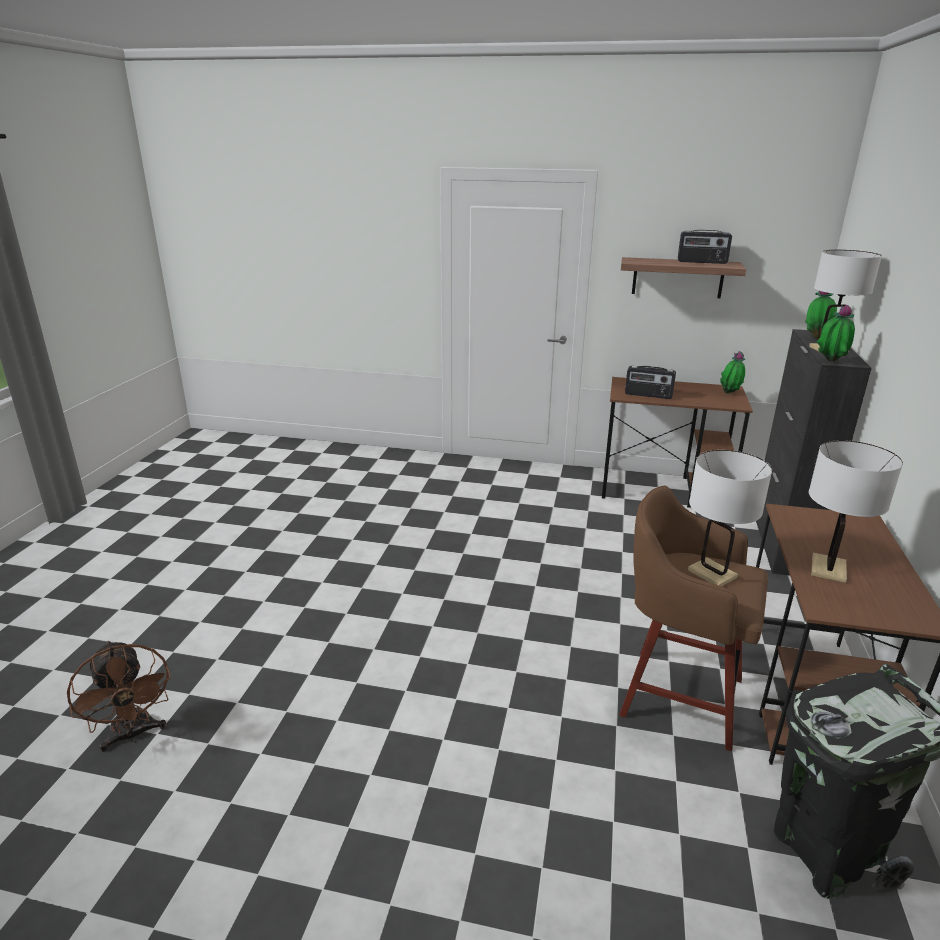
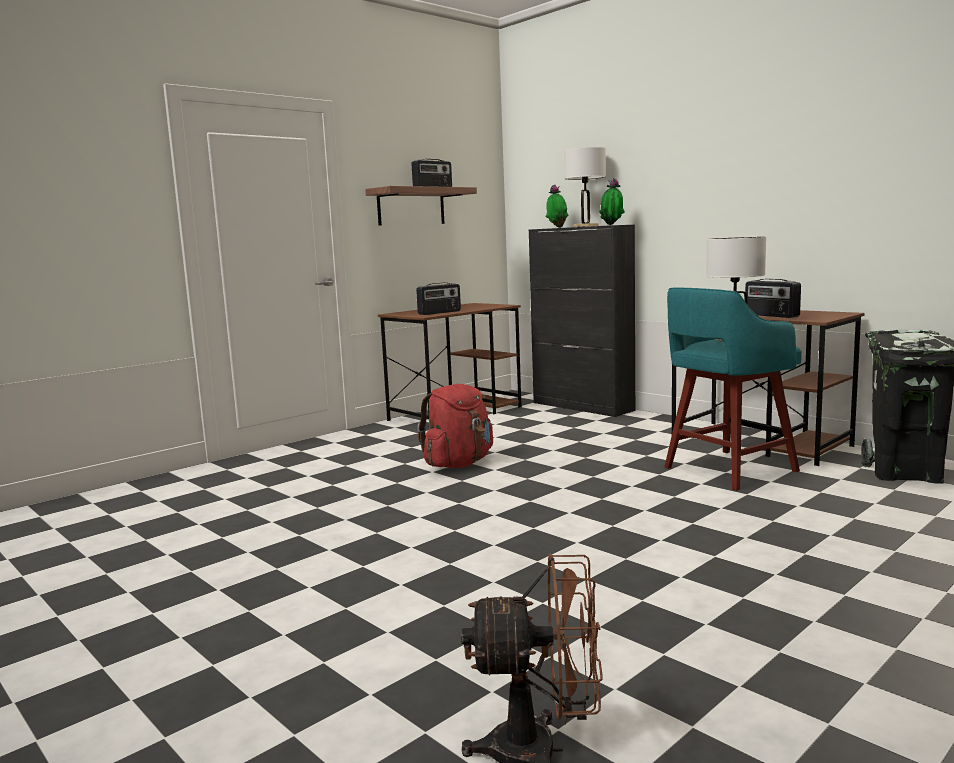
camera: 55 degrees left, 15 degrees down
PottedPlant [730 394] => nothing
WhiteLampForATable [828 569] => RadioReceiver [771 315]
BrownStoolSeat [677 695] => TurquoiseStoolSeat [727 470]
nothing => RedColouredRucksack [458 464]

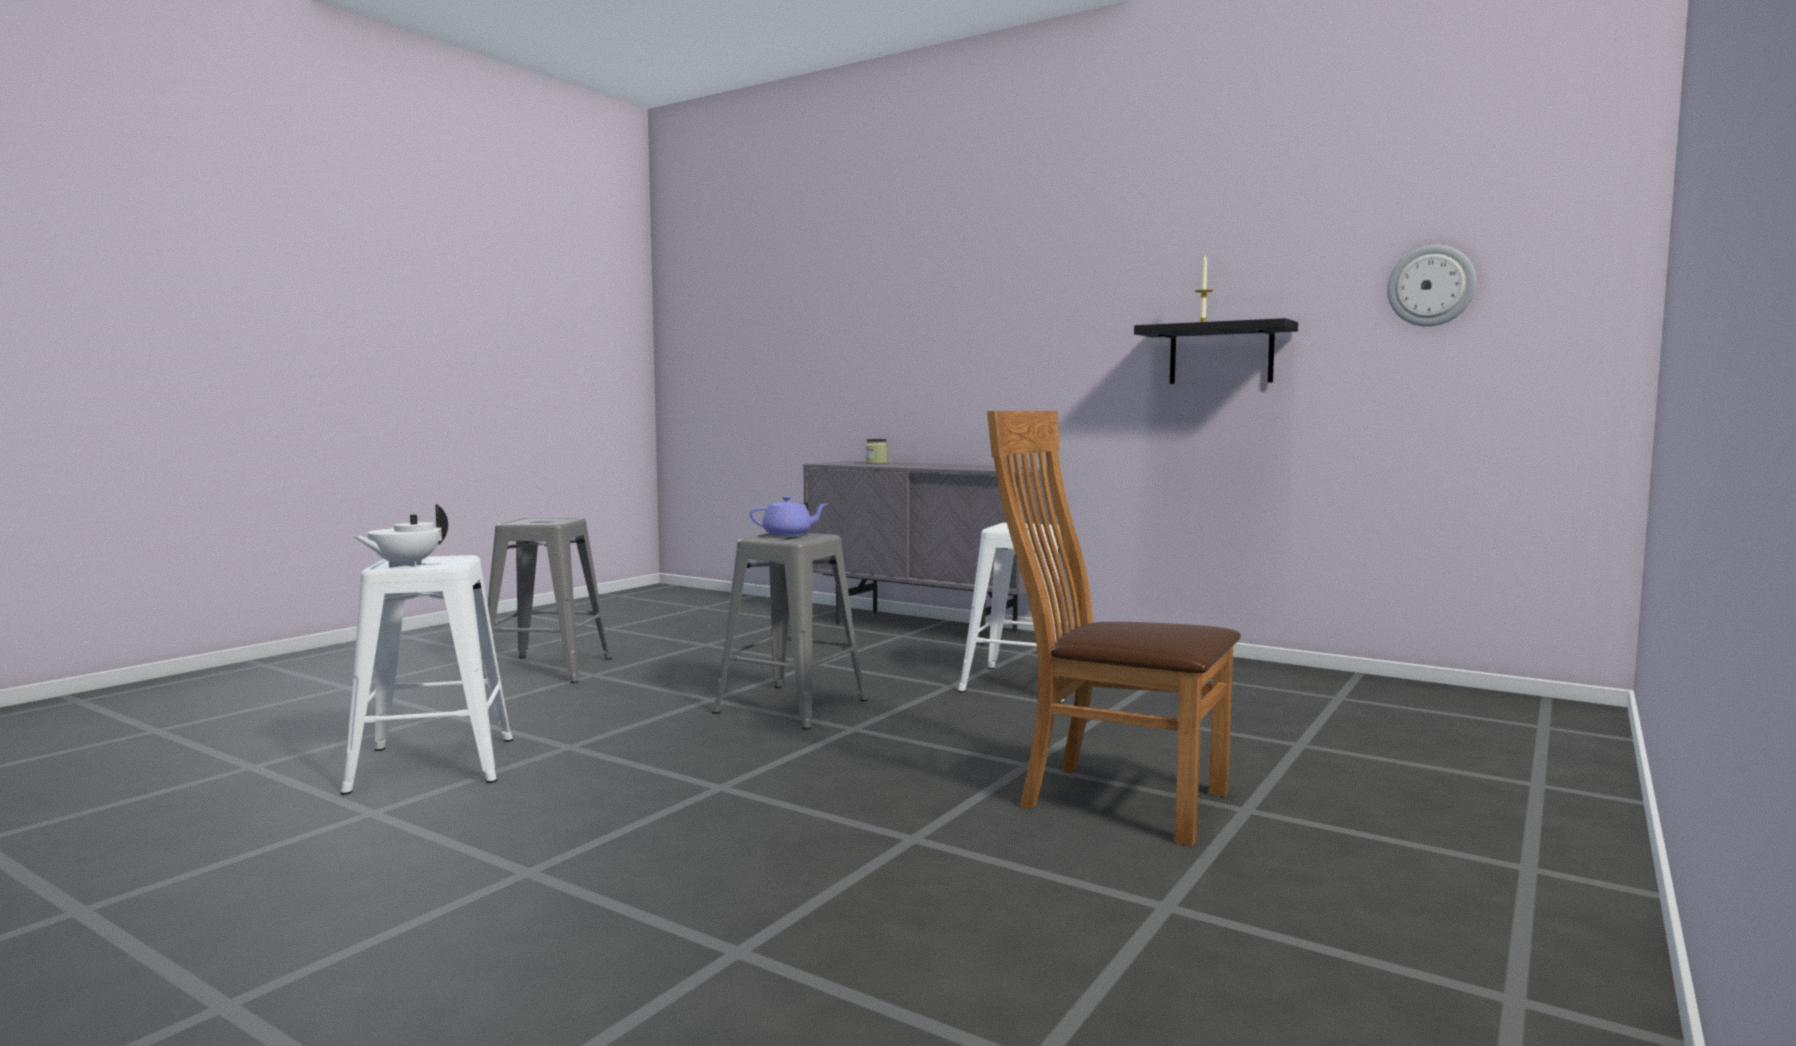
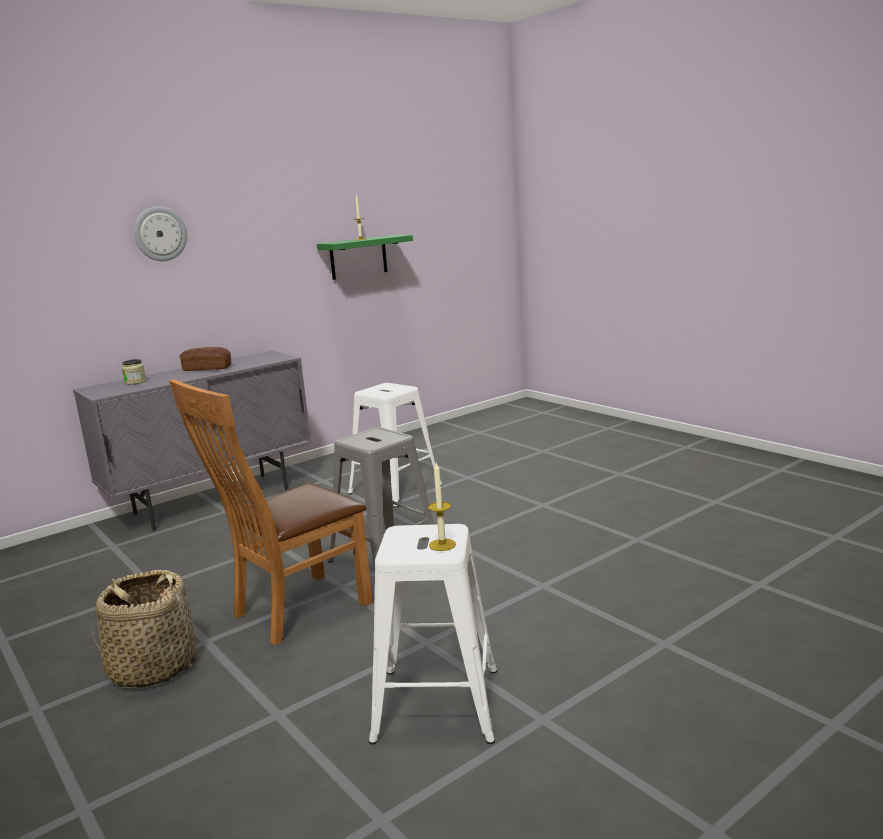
camera: 70 degrees left, 10 degrees up
ClockOnTheWall [1431 286] => ClockOnTheWall [160 234], moved
BlackBracketShelf [1221 354] => GreenishBracketShelf [358 257]
BrownChair [1111 798] => BrownChair [294 611], moved
PurpleTeaPot [788 534] => nothing
WhiteTeaPot [404 565] => WaxCandle [442 545]
GrayStoolSeat [549 668] => HouseholdBasket [152 667]
nothing => Bread [207 368]

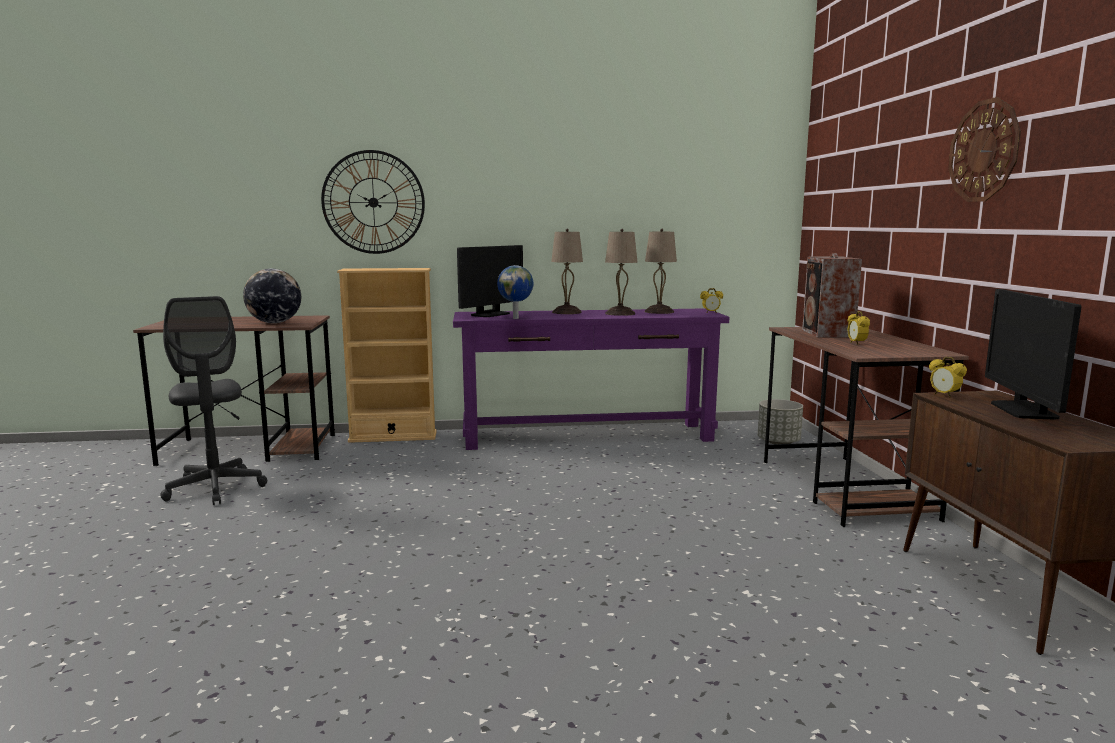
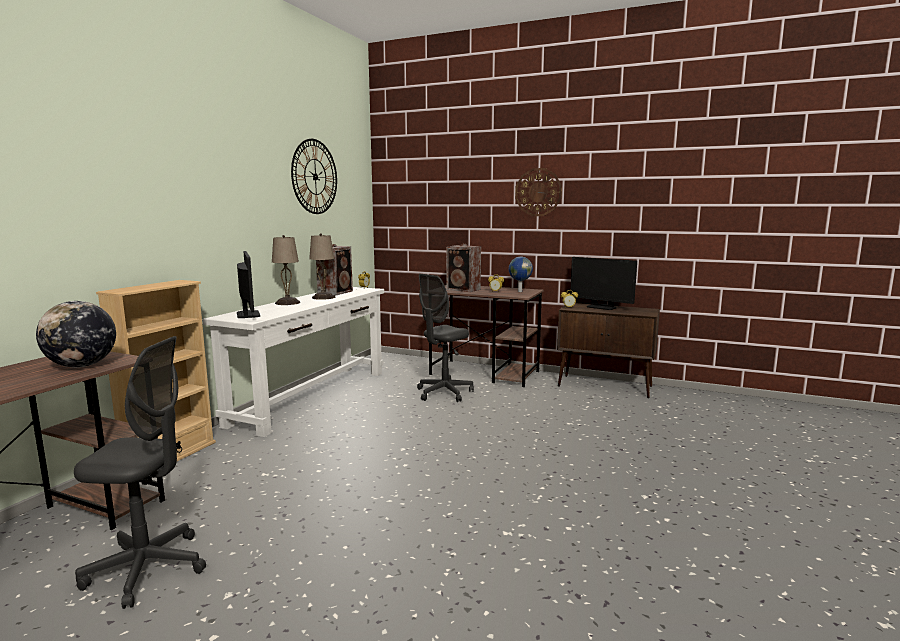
camera: 60 degrees left, 0 degrees up
ClockOnTheWall [373 202] => ClockOnTheWall [315 177], moved
BeigeLampForATable [659 311] => AudioSpeaker [336 292]
DeskGlobe [516 318] => DeskGlobe [519 291], moved
PurpleNarrowTable [587 436] => WhiteNarrowTable [312 397]
GrayPlanter [778 442] => nothing
nothing => GrayOfficeChair [444 393]

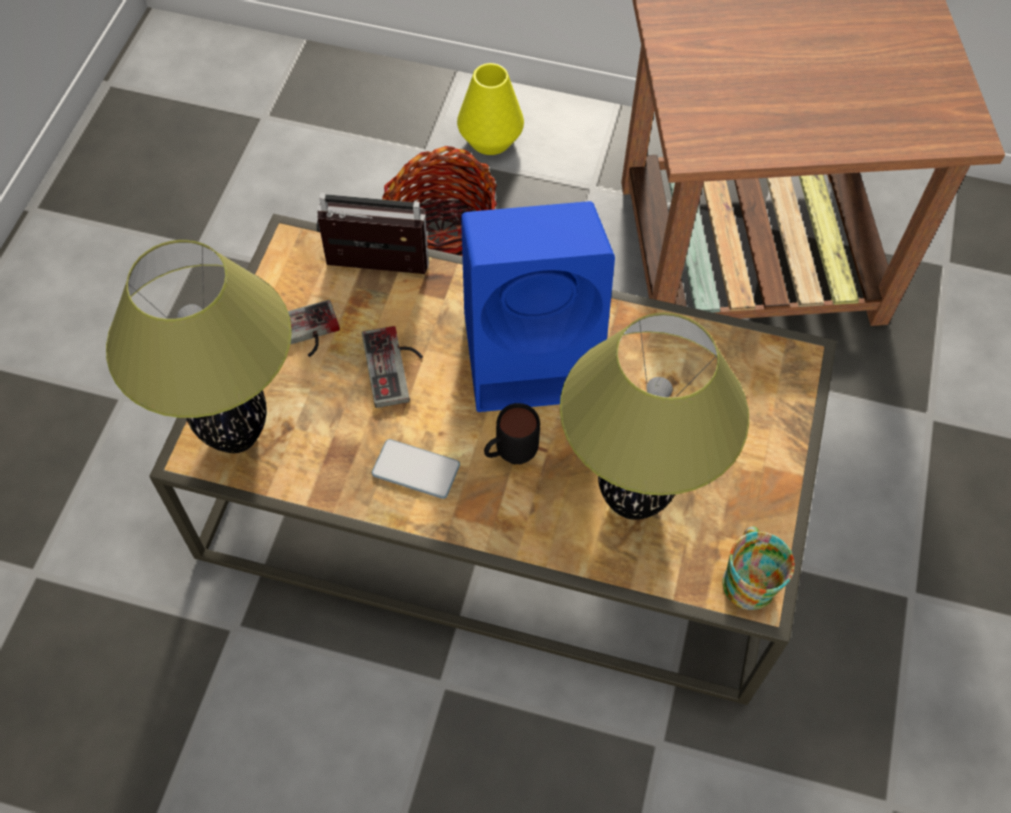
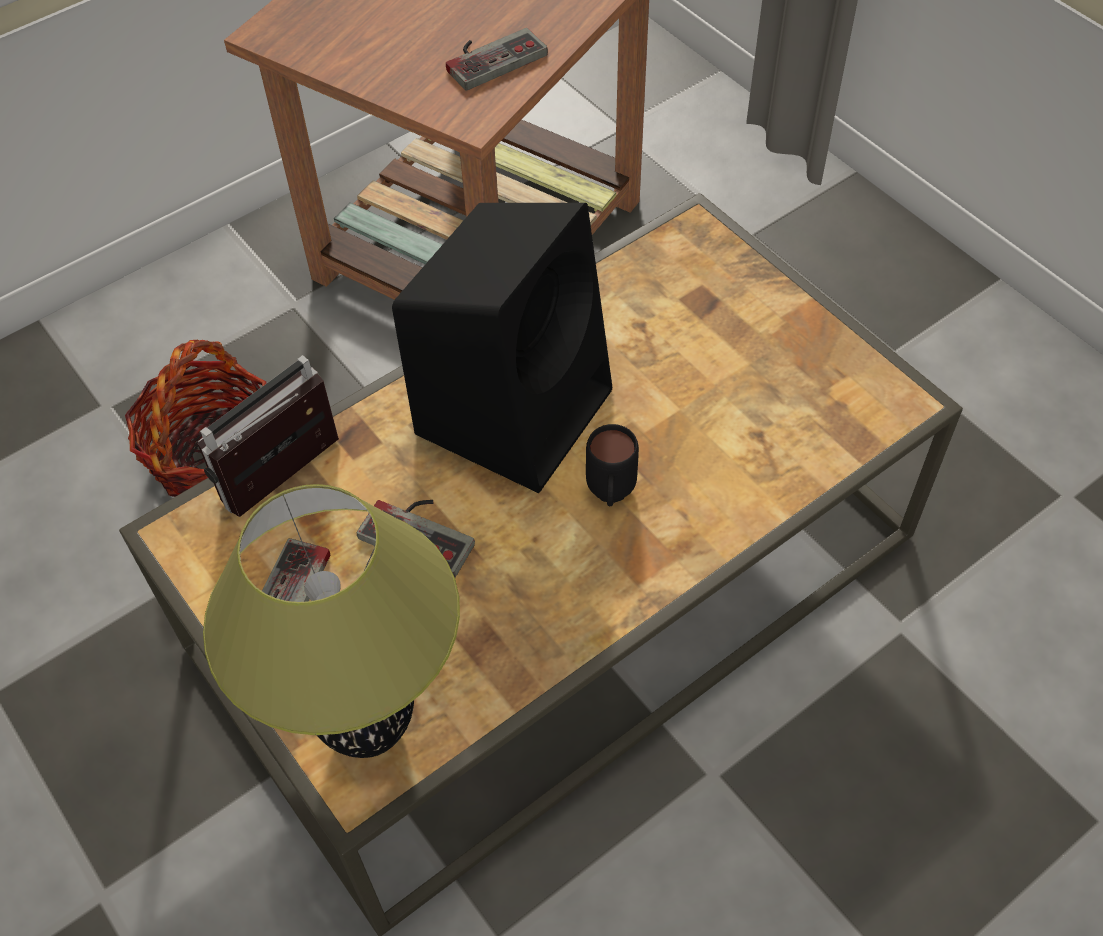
camera: 50 degrees left, 5 degrees down
YellowishDecorativeVase [490 139] => nothing
BluishAudioSpeaker [535 353] => BlackAudioSpeaker [515 407]
LampForATable [631 500] => nothing
Handset [416 470] => nothing
Mug [748 577] => nothing
nothing => GameController [490 56]

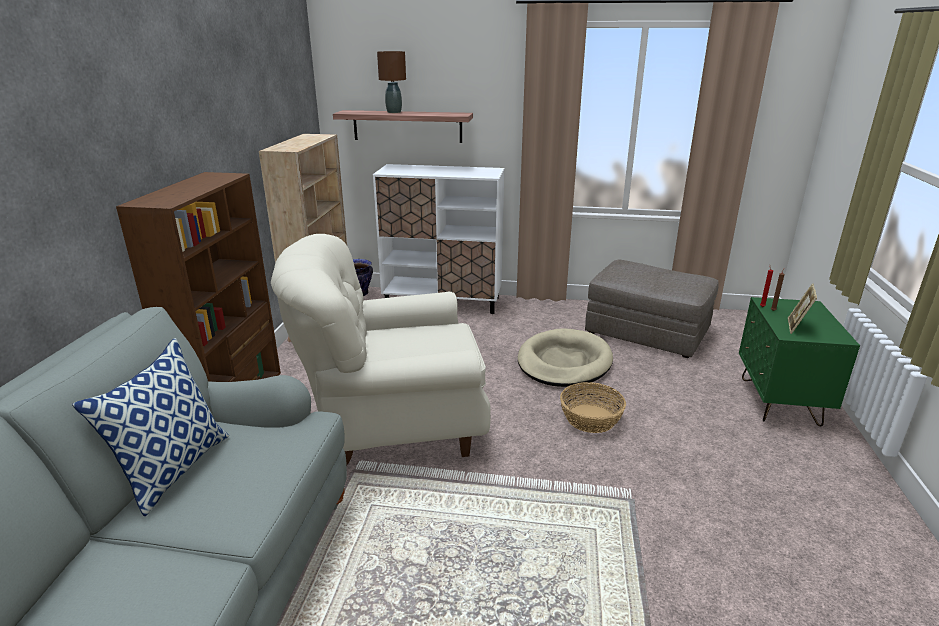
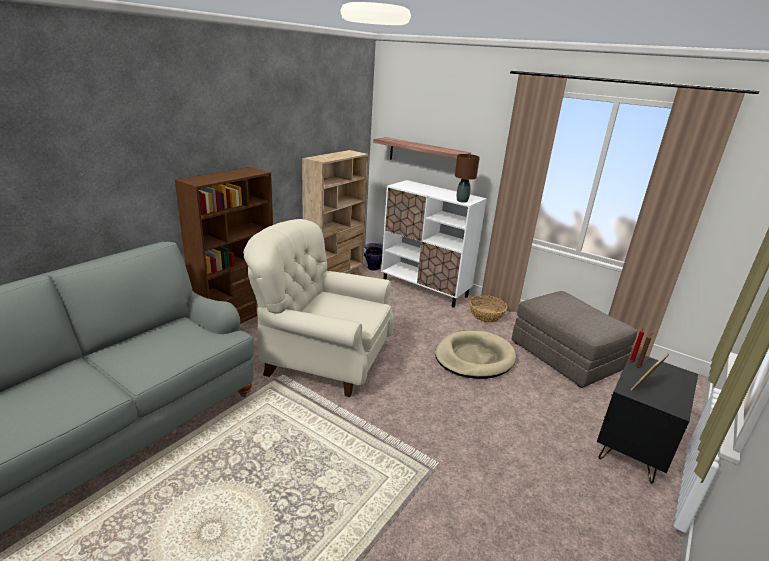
camera: 25 degrees right, 0 degrees up
BrownLampForATable [393 112] => BrownLampForATable [462 201], moved
GreenishNightstand [779 402] => BlackNightstand [631 450]
Cushion [174 469] => nothing
HouseholdBasket [591 418] => HouseholdBasket [486 315], moved

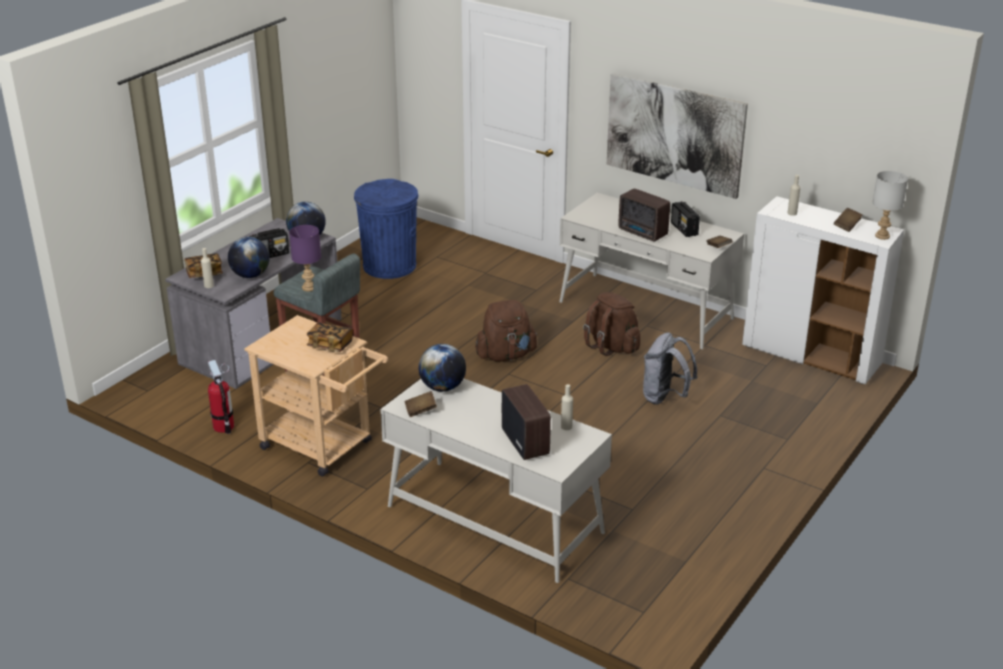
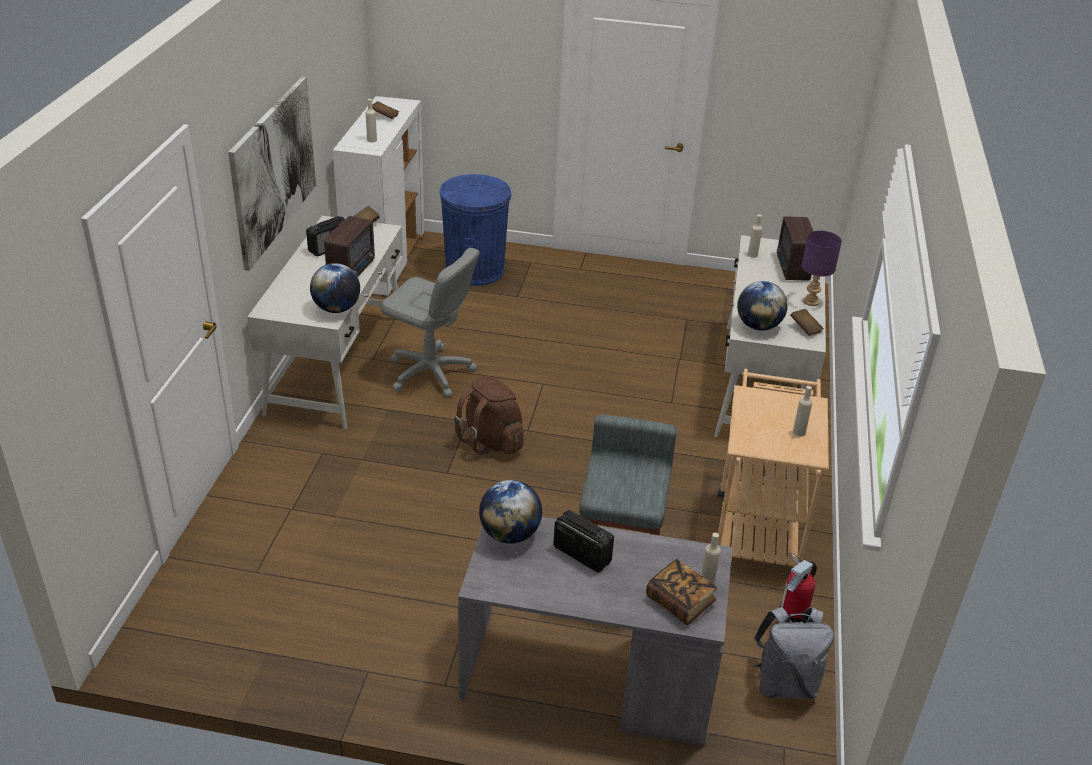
camera: 115 degrees left, 5 degrees up
GrayLampForATable [883 236] => nothing
BluishWasteBin [389 266] => BluishWasteBin [475 270], moved
PurpleLampForATable [308 288] => PurpleLampForATable [811 302], moved
DeskGlobe [250 275] => DeskGlobe [336 309], moved
BrownRucksack [612 346] => GrayOfficeChair [430 373]
BoundBook [330 345] => nothing
GrayRucksack [665 397] => GrayRucksack [785 684], moved
RadioReceiver [525 441] => RadioReceiver [791 269], 45 degrees counterclockwise
nothing => BeigeBeverageBottle [799 432]

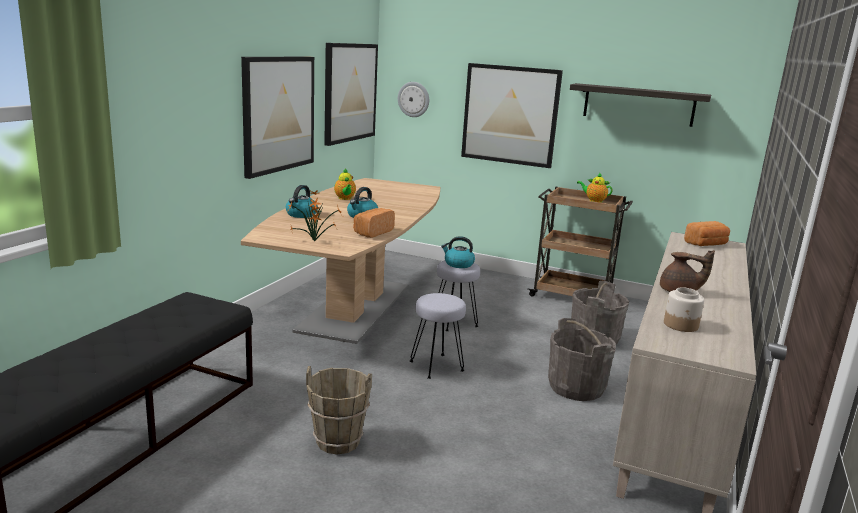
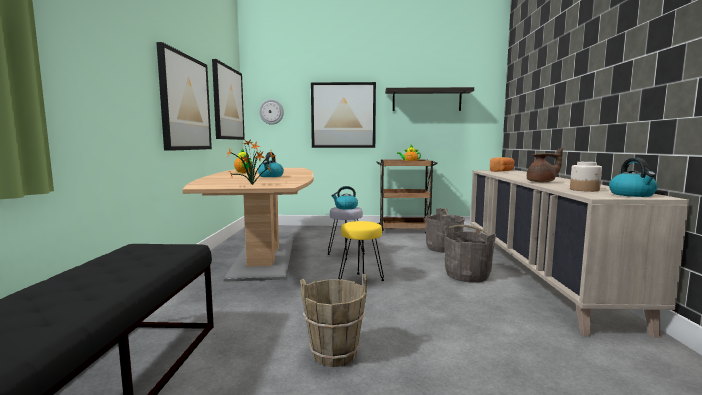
camera: 20 degrees left, 10 degrees down
TeaKettle [301 215] => TeaKettle [632 194], moved
Bread [372 232] => nothing
GrayStoolSeat [436 366] => YellowishStoolSeat [361 281]

